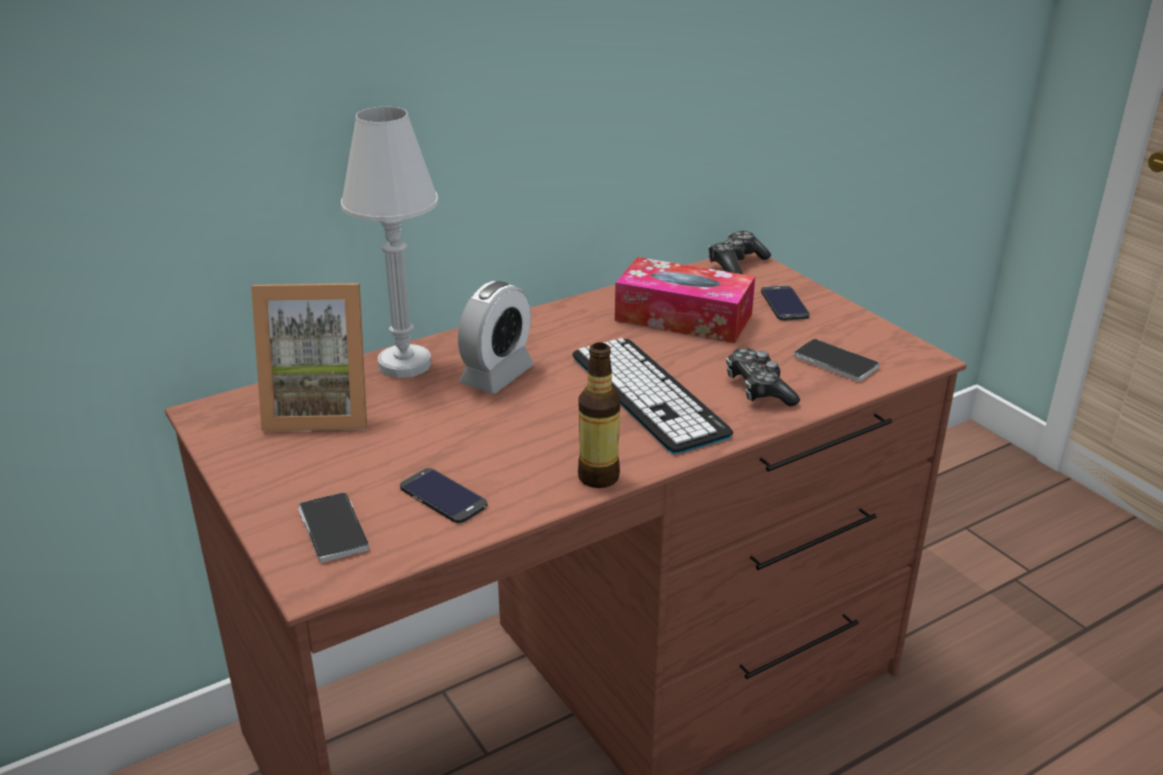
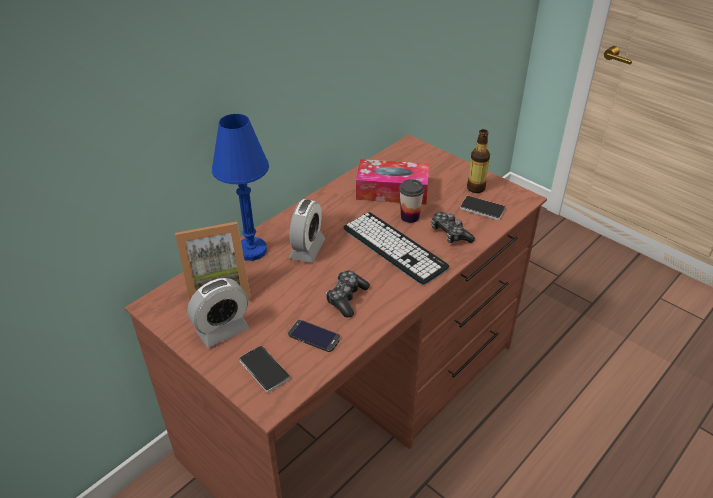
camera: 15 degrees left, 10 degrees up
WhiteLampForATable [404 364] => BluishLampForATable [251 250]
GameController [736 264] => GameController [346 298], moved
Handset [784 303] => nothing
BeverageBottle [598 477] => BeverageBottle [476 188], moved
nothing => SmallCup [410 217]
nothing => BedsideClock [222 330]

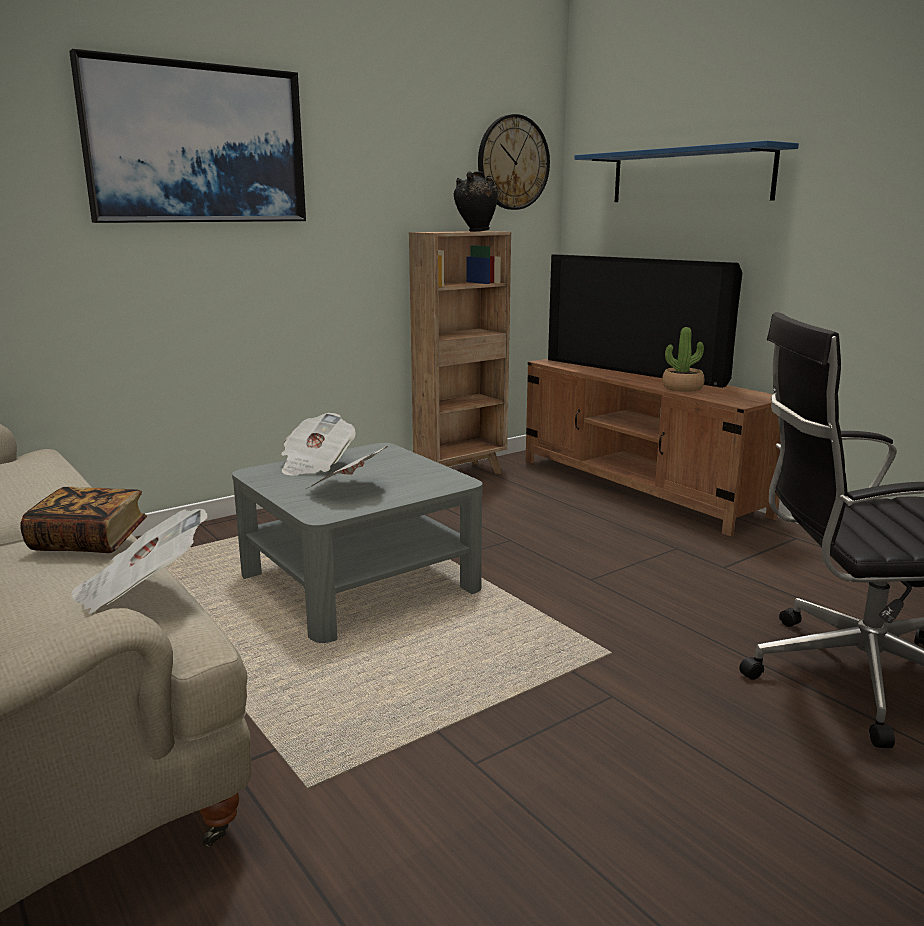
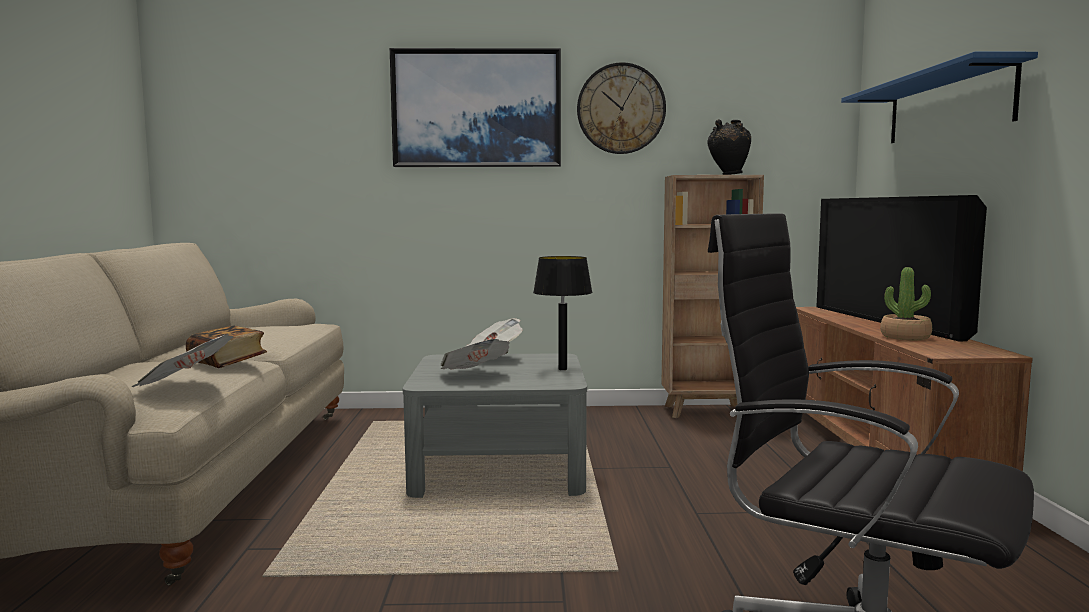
camera: 35 degrees right, 10 degrees down
ClockOnTheWall [513 163] => ClockOnTheWall [621 109], moved
nothing => BlackLampForATable [562 369]

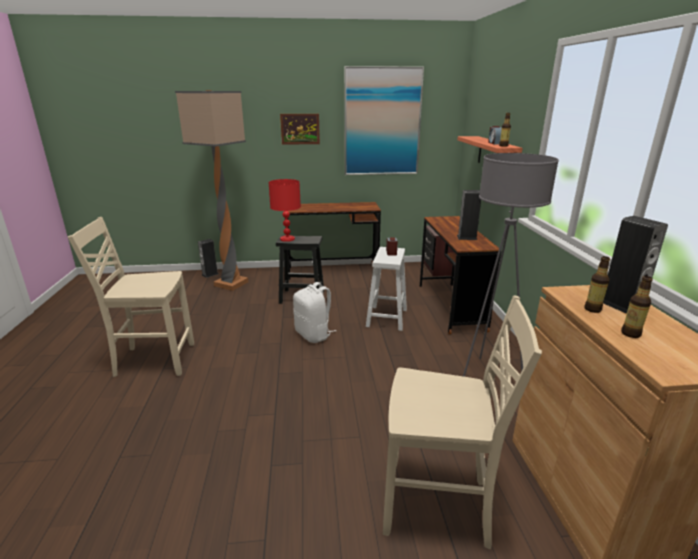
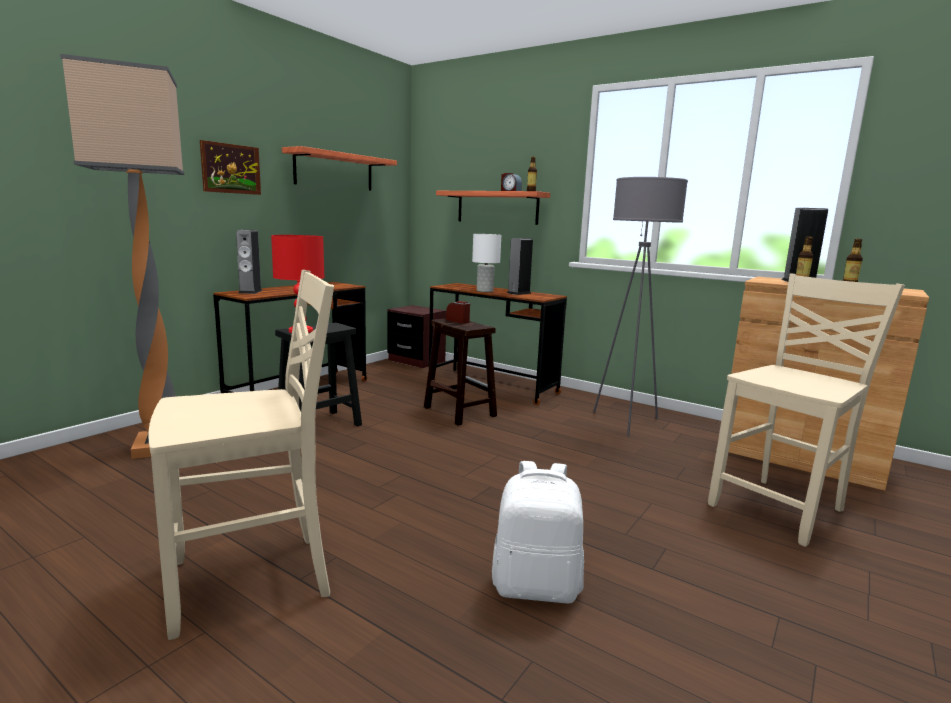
camera: 50 degrees left, 10 degrees down
WallArt [382 122] => BracketShelf [334 171]
BeigeChair [153 360] => BeigeChair [254 580], 150 degrees counterclockwise
AudioSpeaker [210 274] => AudioSpeaker [250 292], moved
WhiteStoolSeat [386 317] => BrownStoolSeat [458 411]
WhiteRucksack [314 335] => WhiteRucksack [536 586], moved
nothing => WhiteLampForATable [485 291]

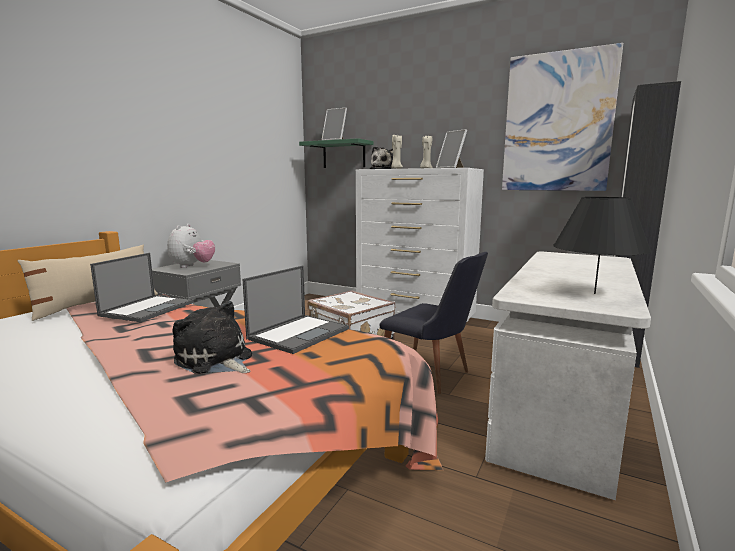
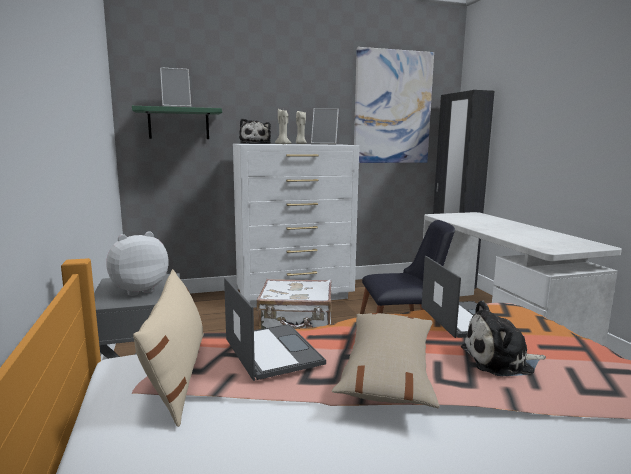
camera: 45 degrees left, 0 degrees up
BlackLampForATable [594 293] => nothing
PlushToy [192 266] => PlushToy [138 290], 90 degrees counterclockwise
nothing => BeigeCushion [388 370]

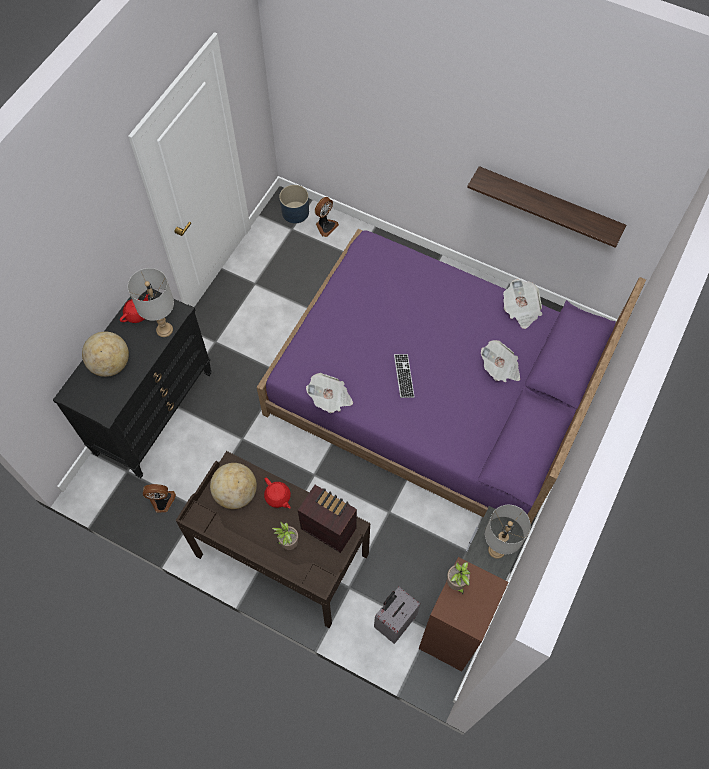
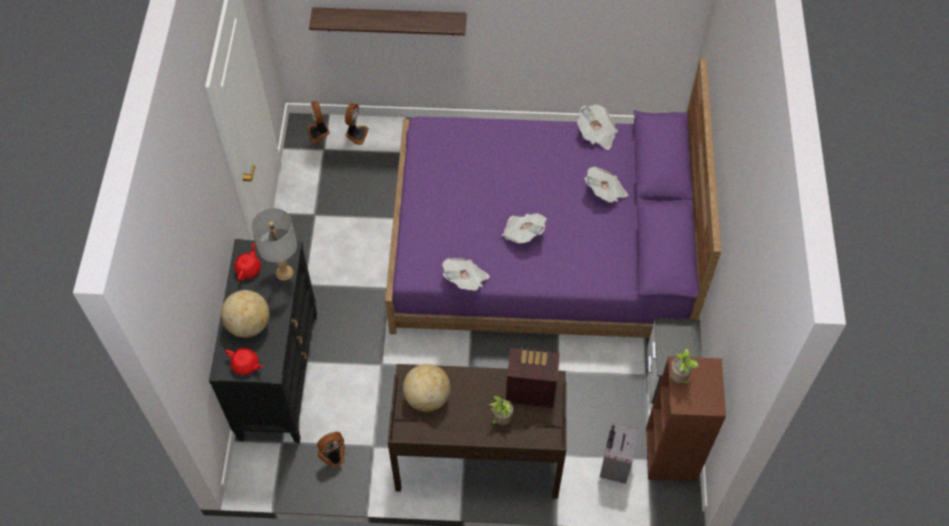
camera: 25 degrees left, 5 degrees down
BracketShelf [548 205] => BracketShelf [390 21], moved
BluishPlanter [295 212] => CoolingFan [319 132]
ComputerKeyboard [404 376] => Newspaper [523 233]
RedColouredTeaPot [278 497] => RedColouredTeaPot [246 365], moved
GrayLampForATable [496 550] => nothing

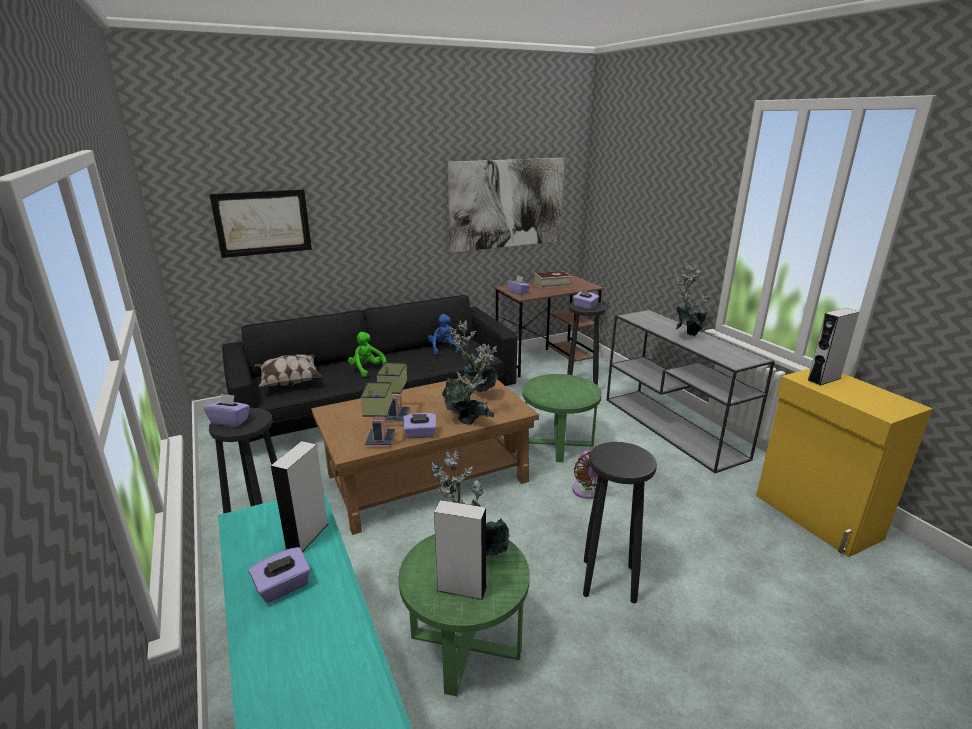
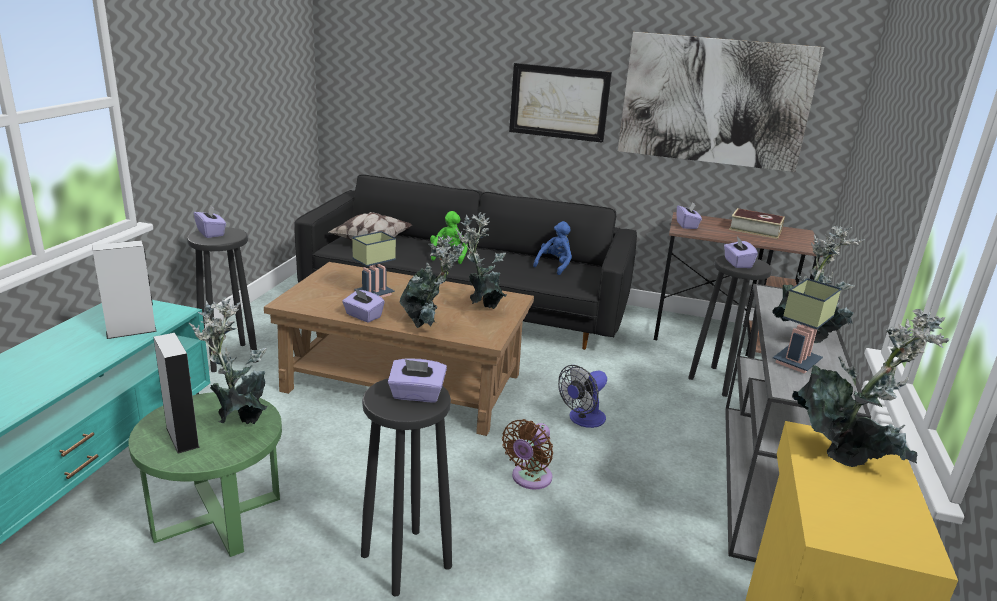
camera: 40 degrees right, 0 degrees up
WallArt [262 222] => WallArt [559 102], moved
GrayAudioSpeaker [824 379] => PottedPlant [848 455]
GreenishAccentTable [558 443] => CoolingFan [583 420]
LampForATable [381 440] => LampForATable [797 363], moved
PurpleTissueBox [283 587] => PurpleTissueBox [416 395], moved

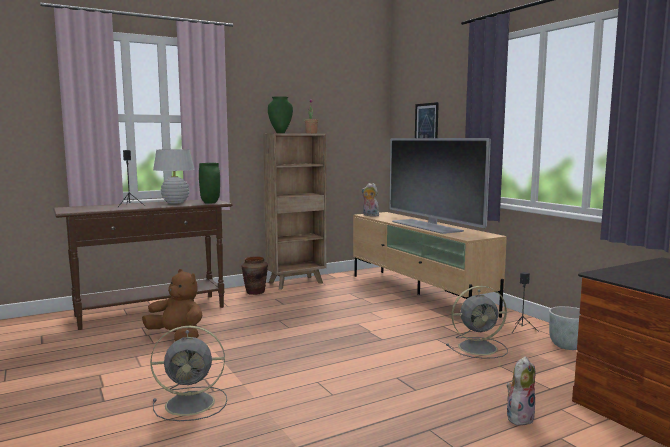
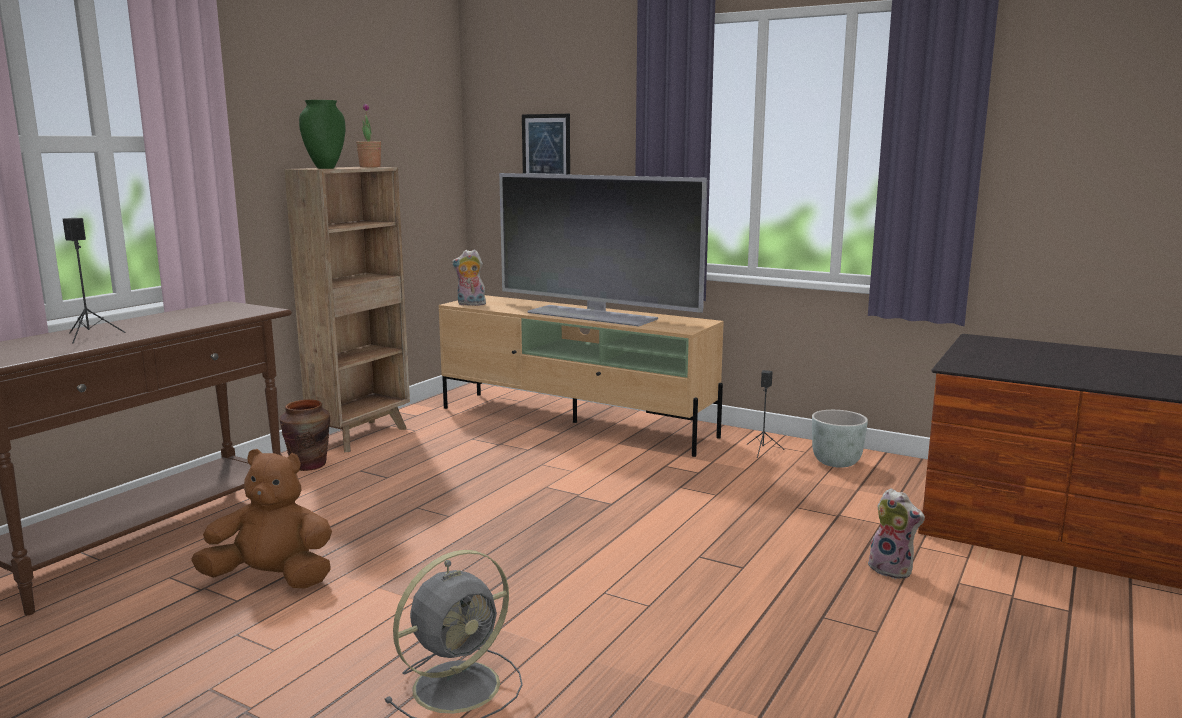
camera: 30 degrees left, 5 degrees up
WhiteLampForATable [175 202] => nothing
GreenishDecorativeVase [209 203] => nothing
GrayCoolingFan [479 347] => nothing
PlushToy [519 417] => PlushToy [892 569], 120 degrees clockwise

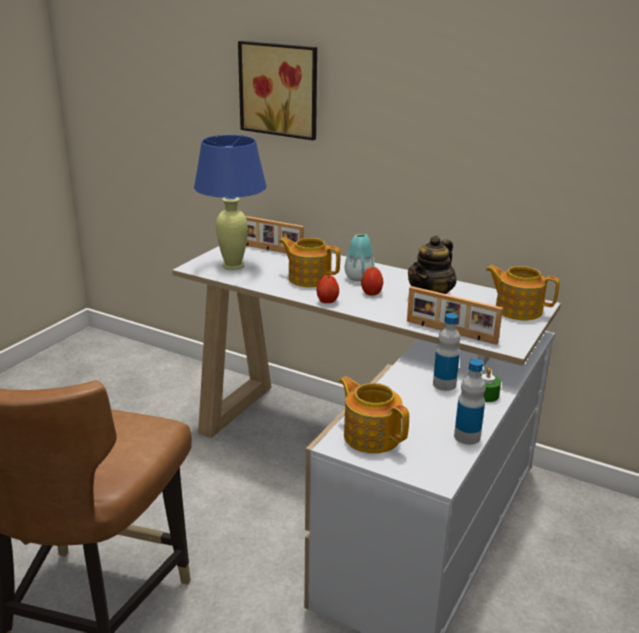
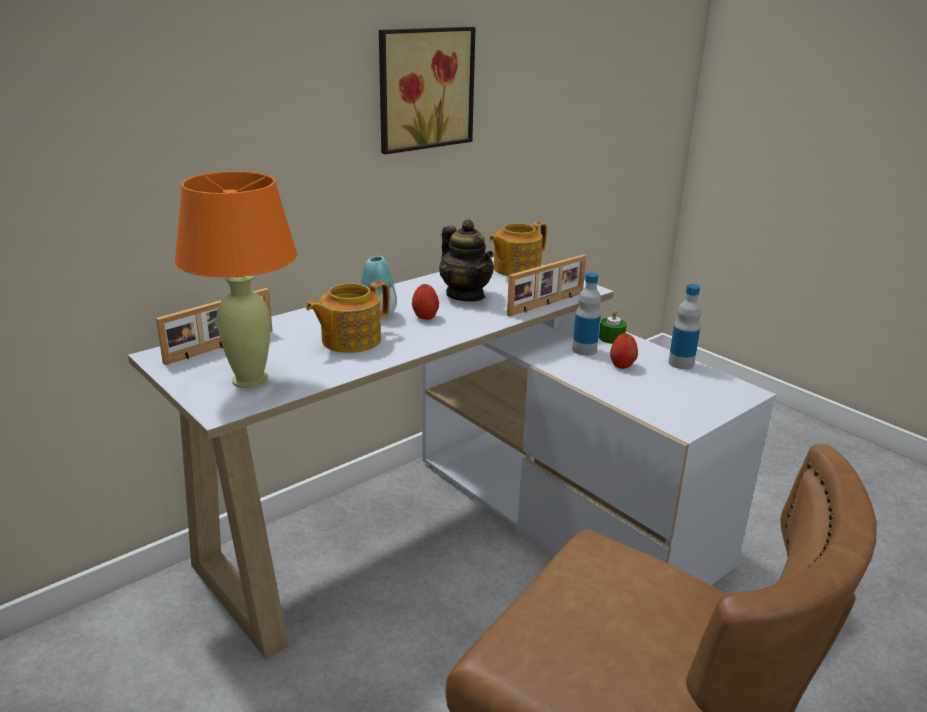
camera: 70 degrees left, 0 degrees up
WallArt [280 89] => WallArt [423 88], moved
BluishLampForATable [233 265] => OrangeyLampForATable [250 379]
AppleFruit [327 301] => AppleFruit [622 365], moved
TeaPot [371 435] => nothing

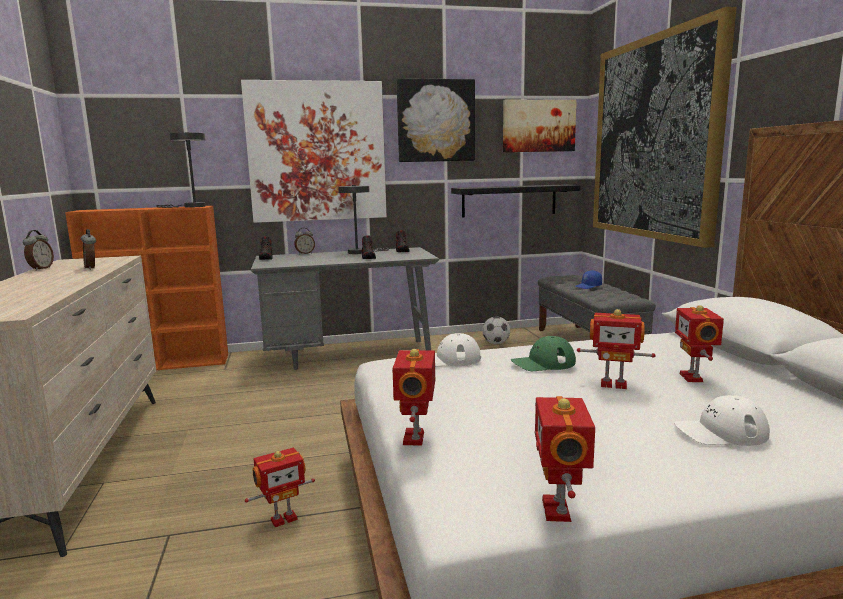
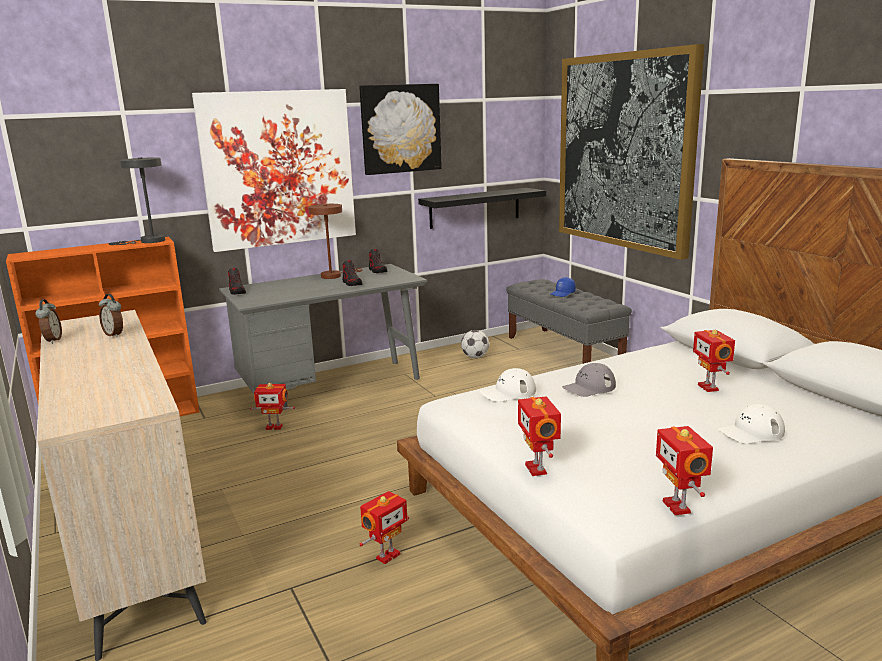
camera: 15 degrees left, 5 degrees up
WallArt [538 126] => nothing
GrayLampForATable [360 252] => BrownLampForATable [334 276]
BedsideClock [305 253] => nothing
RobotFigure [613 384] => RobotFigure [274 427], moved
GreenishBaseballCap [543 363] => GrayBaseballCap [589 387]

